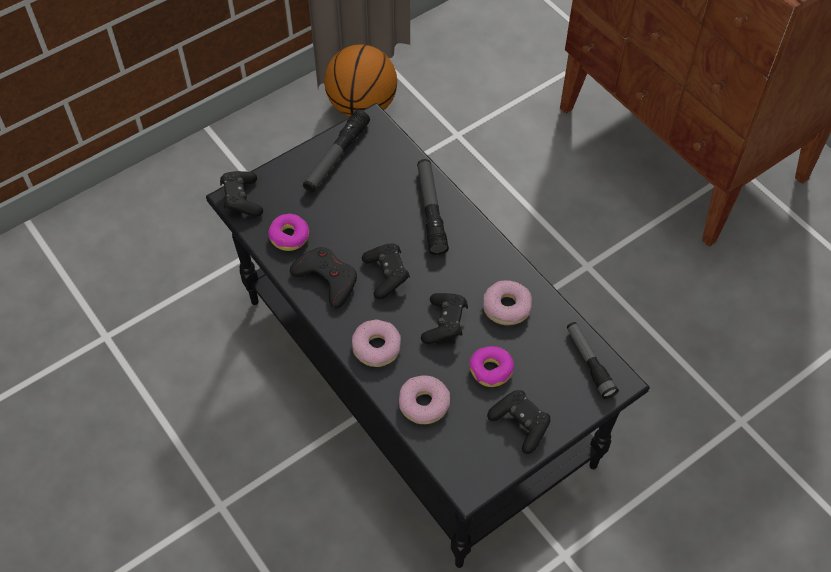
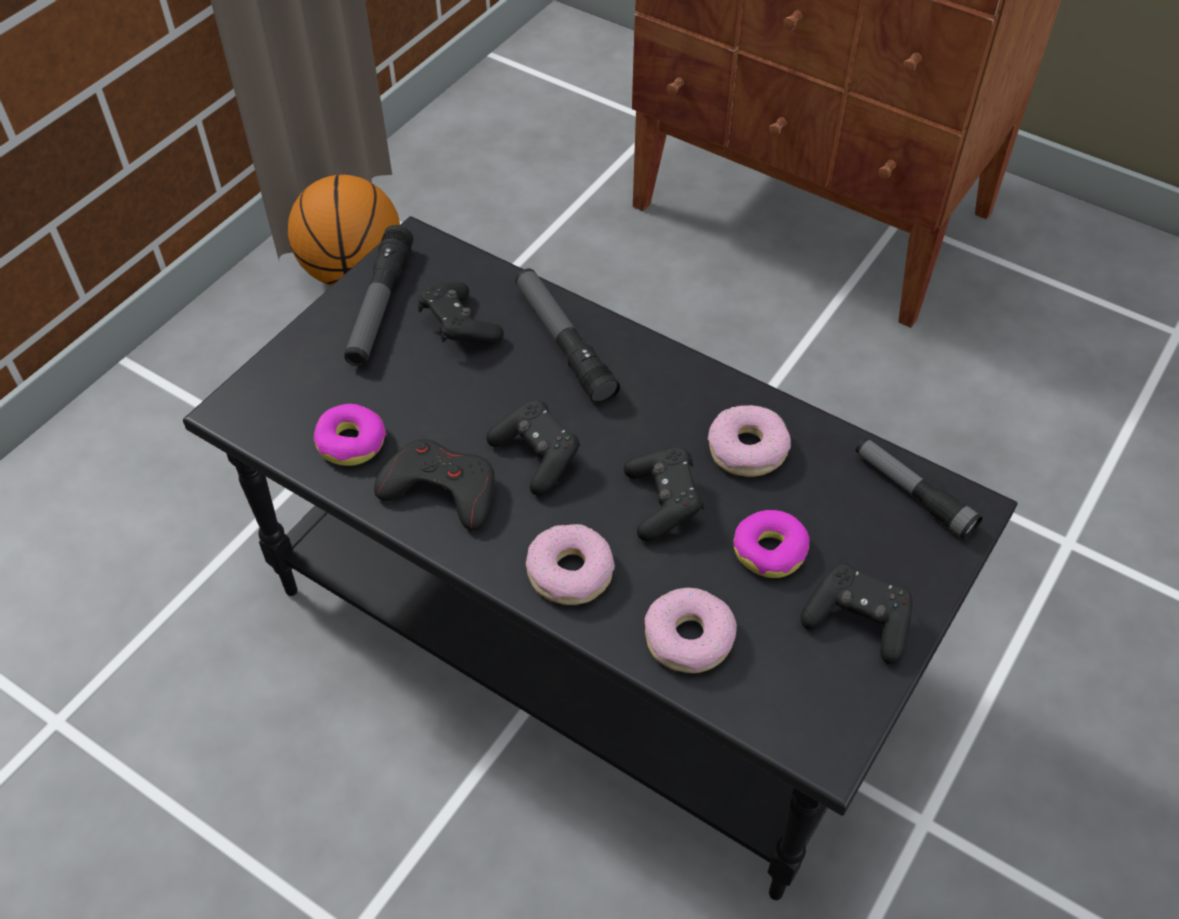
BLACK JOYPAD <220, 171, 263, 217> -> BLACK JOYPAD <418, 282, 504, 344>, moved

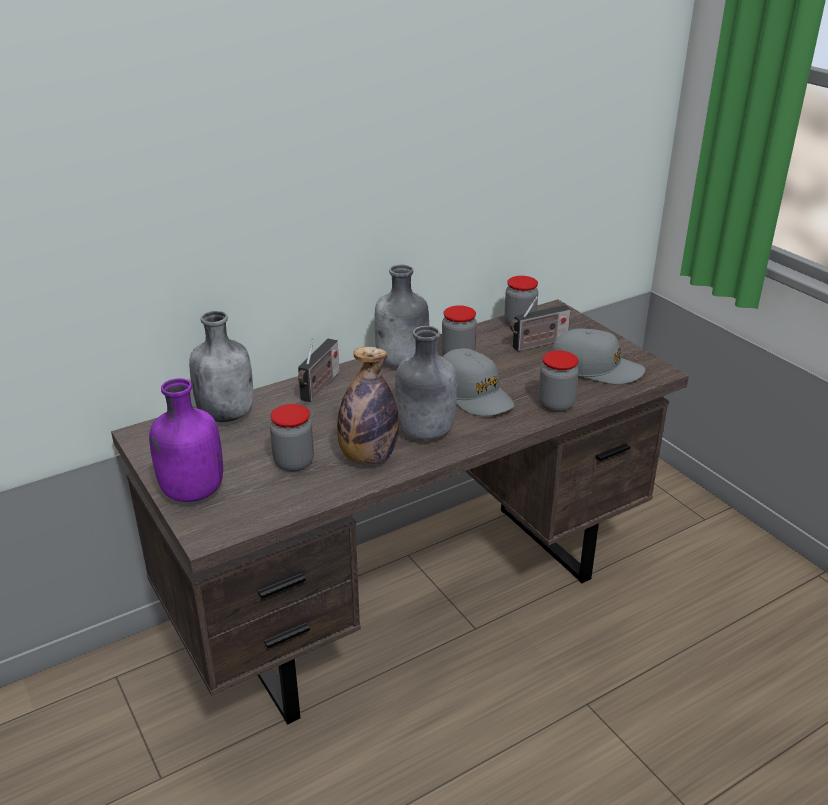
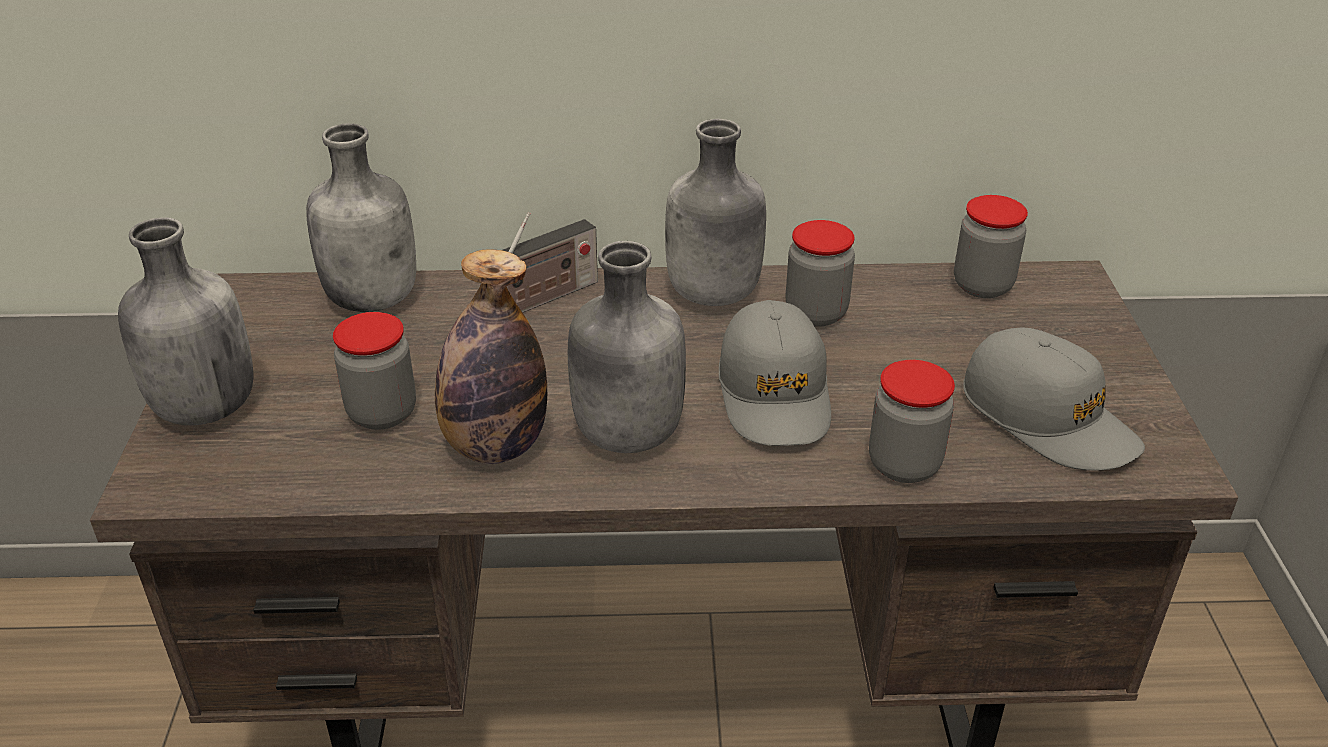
RADIO SET <510, 296, 571, 351> -> none
PURPLE BEVERAGE BOTTLE <149, 378, 223, 502> -> GREYISH BEVERAGE BOTTLE <118, 217, 253, 425>

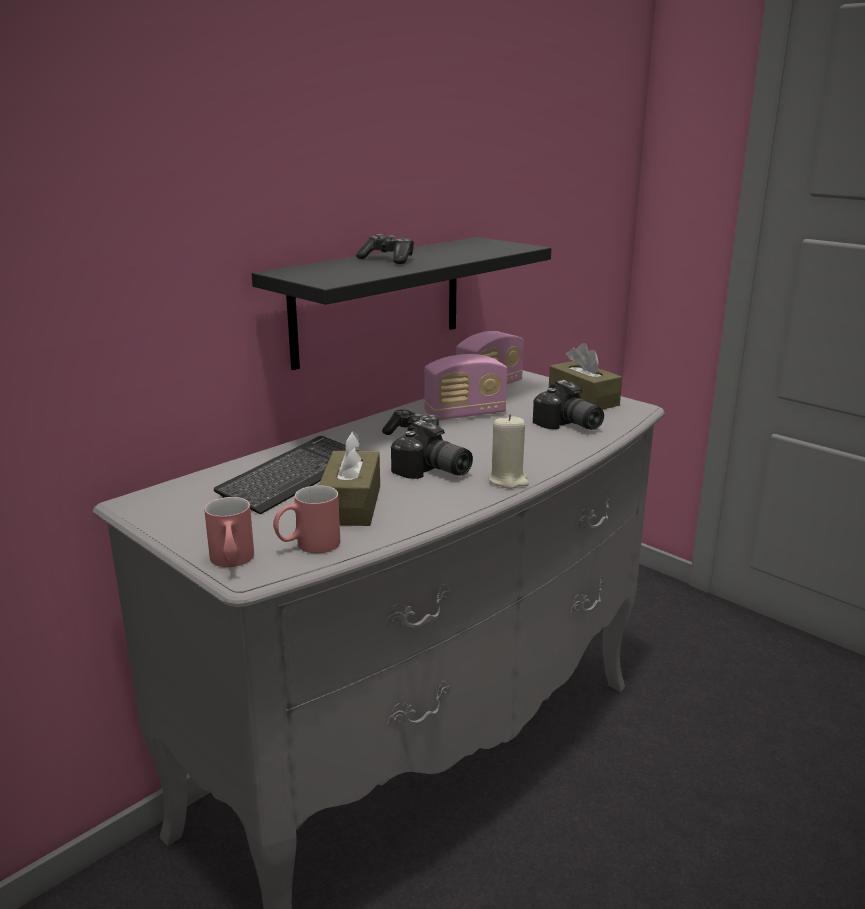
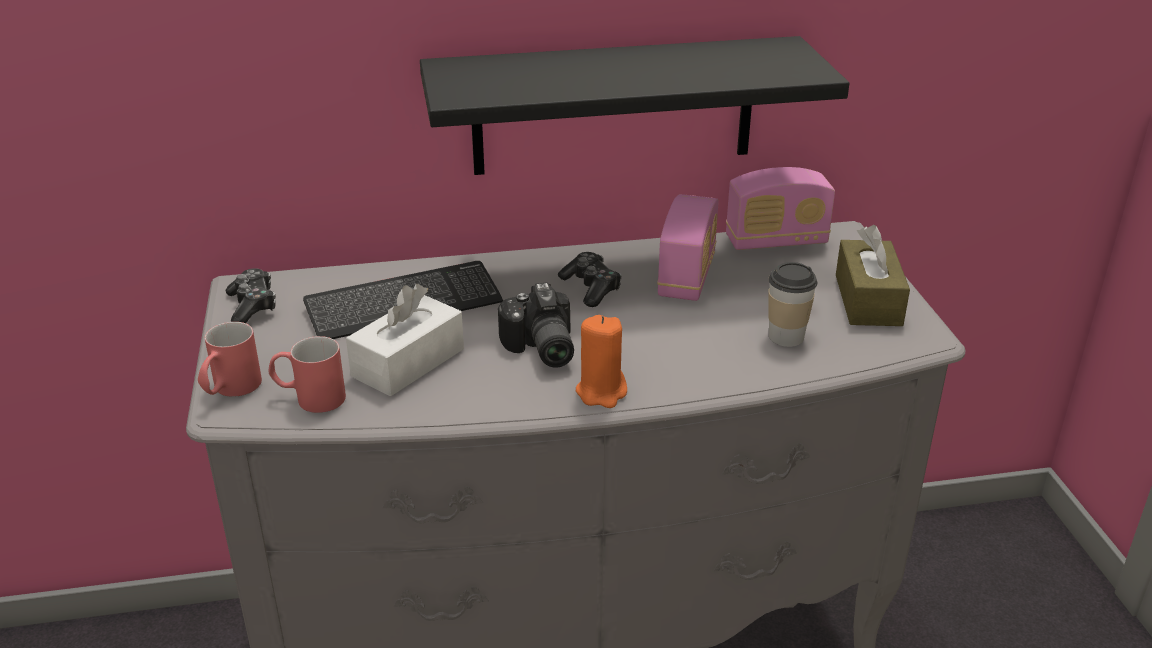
JOYPAD <356, 234, 414, 264> -> JOYPAD <226, 268, 276, 323>, moved
STILL CAMERA <533, 380, 604, 430> -> DRINKING CUP <768, 262, 817, 347>
BROWN TISSUE BOX <319, 431, 380, 526> -> WHITISH TISSUE BOX <346, 284, 464, 397>
BEIGE-COLOURED WAX LIGHT <488, 414, 529, 489> -> ORANGE-COLOURED WAX LIGHT <576, 315, 627, 408>
RADIO SET <424, 354, 507, 420> -> RADIO SET <657, 194, 719, 301>, 90 degrees counterclockwise

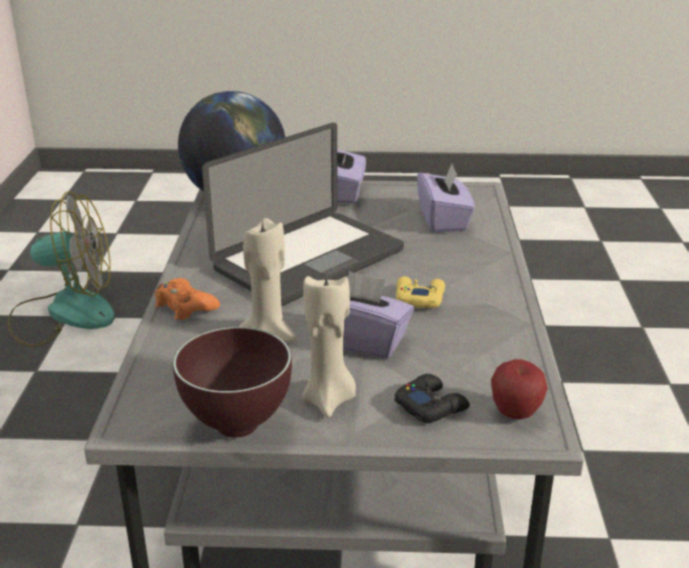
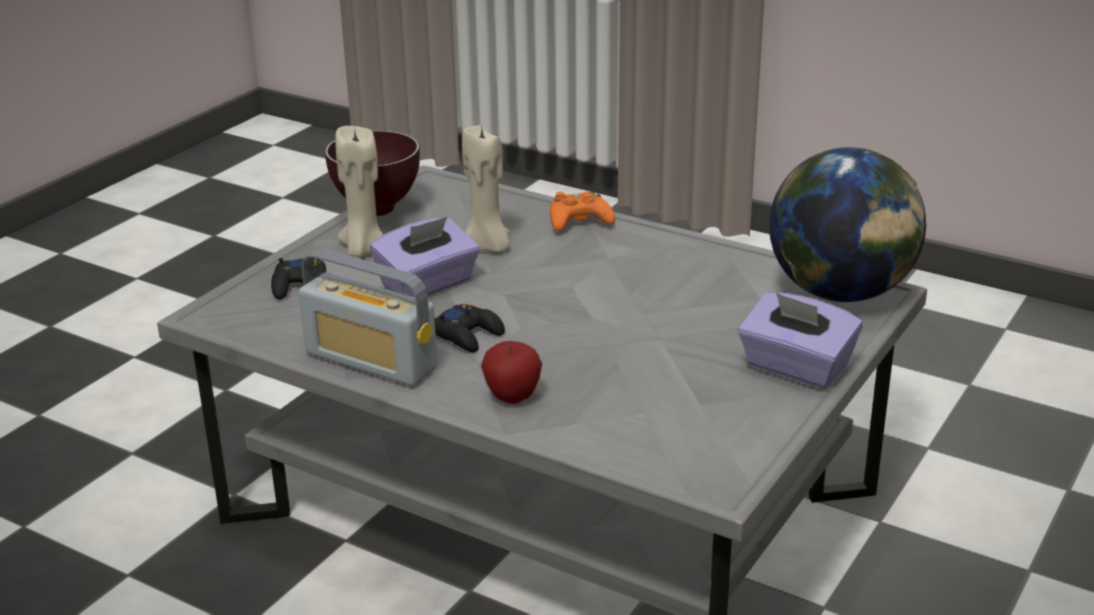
FAN <8, 191, 115, 347> -> none
PORTABLE COMPUTER <202, 122, 404, 306> -> none
PURPLE TISSUE BOX <417, 164, 475, 232> -> none
none -> RADIO SET <299, 249, 437, 386>
WHOLE APPLE <491, 359, 548, 420> -> WHOLE APPLE <481, 341, 542, 404>, moved
YELLOW JOYPAD <396, 276, 445, 308> -> BLACK JOYPAD <435, 304, 505, 352>

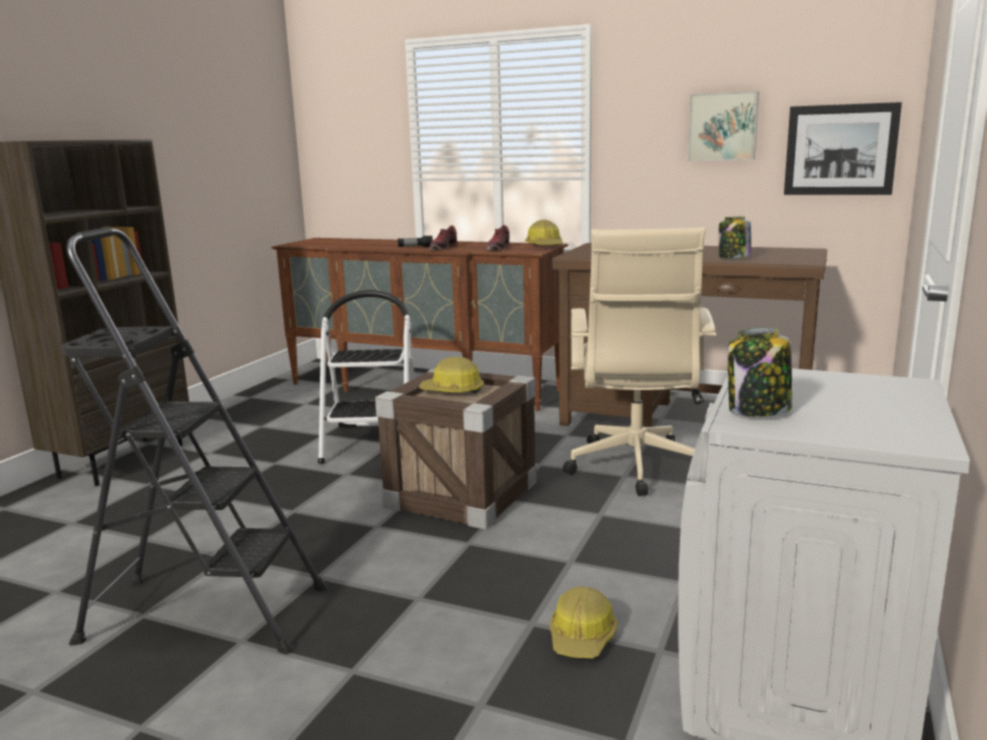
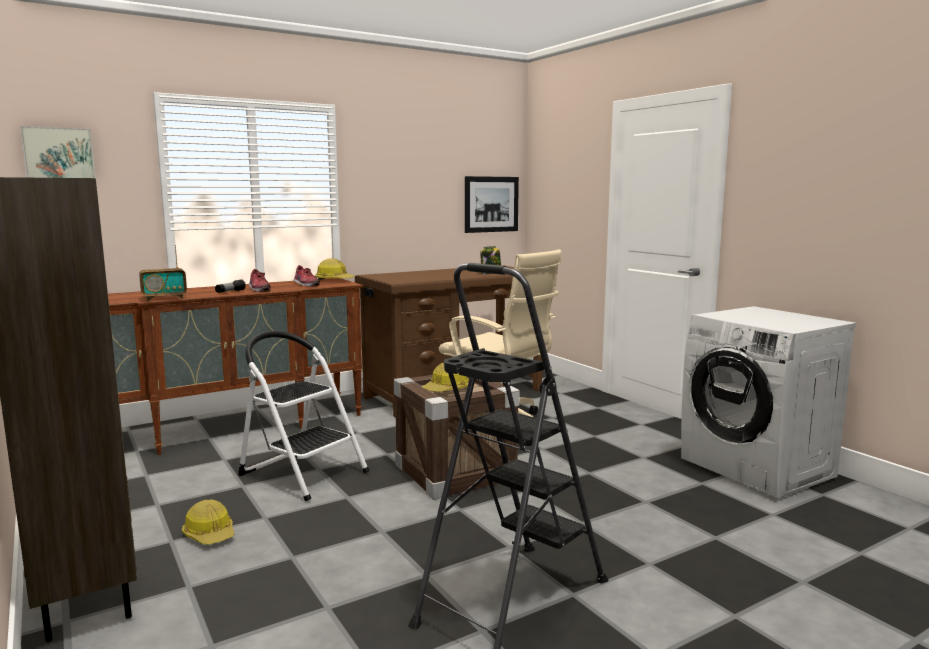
PRESERVE JAR <728, 327, 792, 417> -> none
none -> RADIO SET <139, 245, 187, 301>
HARD HAT <550, 586, 618, 658> -> HARD HAT <182, 499, 235, 545>, moved
WALL ART <688, 91, 759, 161> -> WALL ART <20, 126, 96, 179>, moved

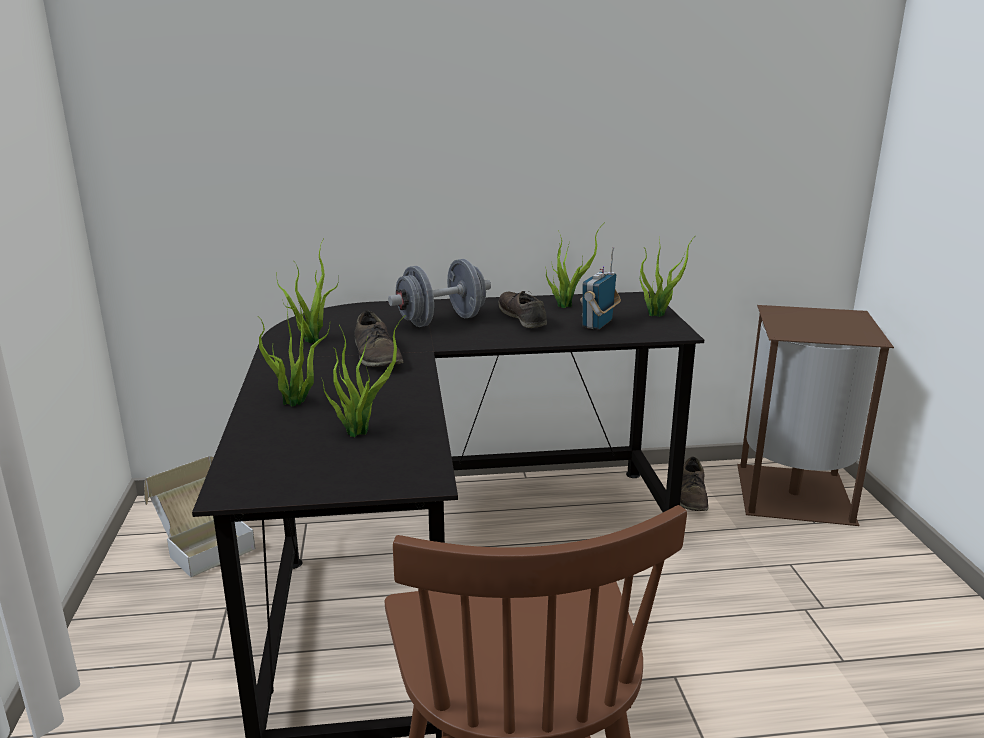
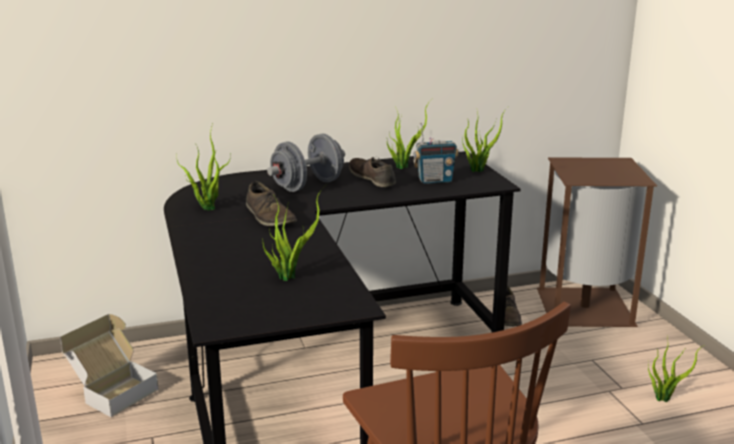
HOUSEPLANT <259, 305, 330, 407> -> HOUSEPLANT <648, 337, 701, 402>, moved
RADIO SET <580, 247, 621, 329> -> RADIO SET <413, 122, 459, 184>, 120 degrees counterclockwise

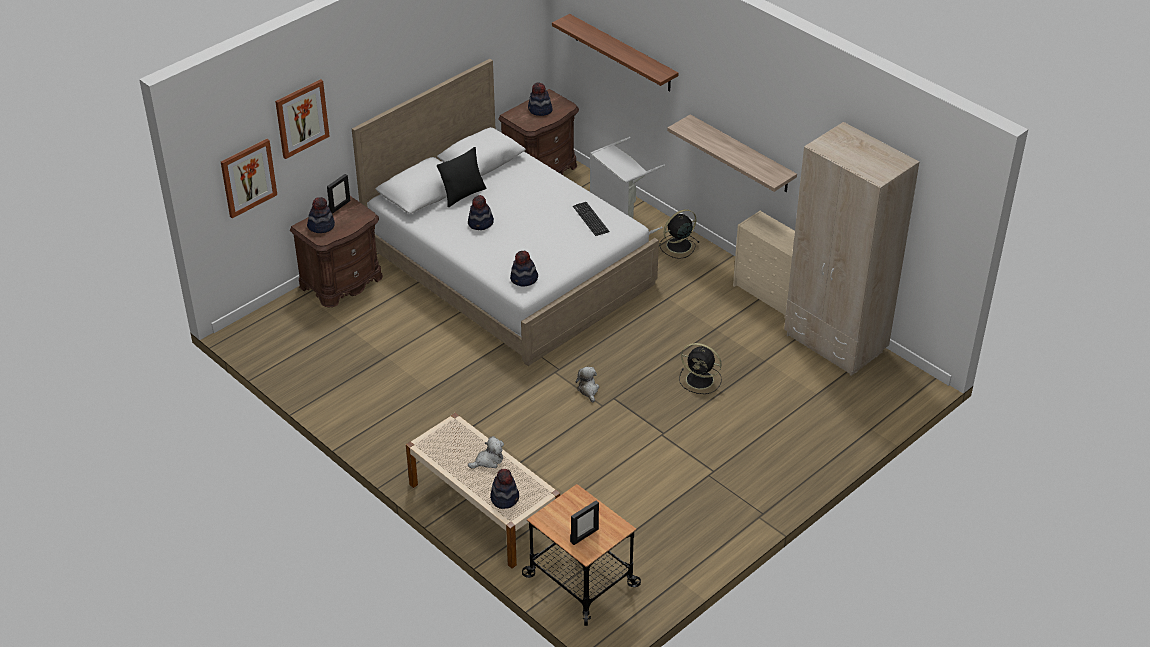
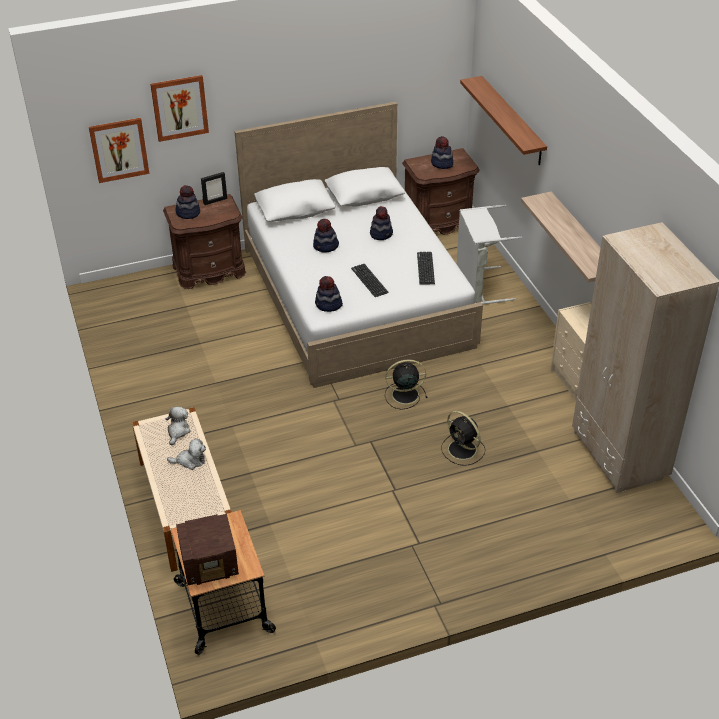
BLACK THROW PILLOW <437, 147, 486, 207> -> none
none -> COMPUTER KEYBOARD <351, 264, 389, 297>
WEARABLE HAT <490, 469, 519, 509> -> WEARABLE HAT <370, 206, 393, 240>, moved
SOFT TOY <575, 367, 599, 402> -> SOFT TOY <165, 407, 190, 445>, moved
BLACK FAN <660, 209, 700, 259> -> BLACK FAN <385, 359, 428, 409>, moved
PICTURE FRAME <570, 500, 599, 545> -> RADIO SET <176, 514, 239, 585>

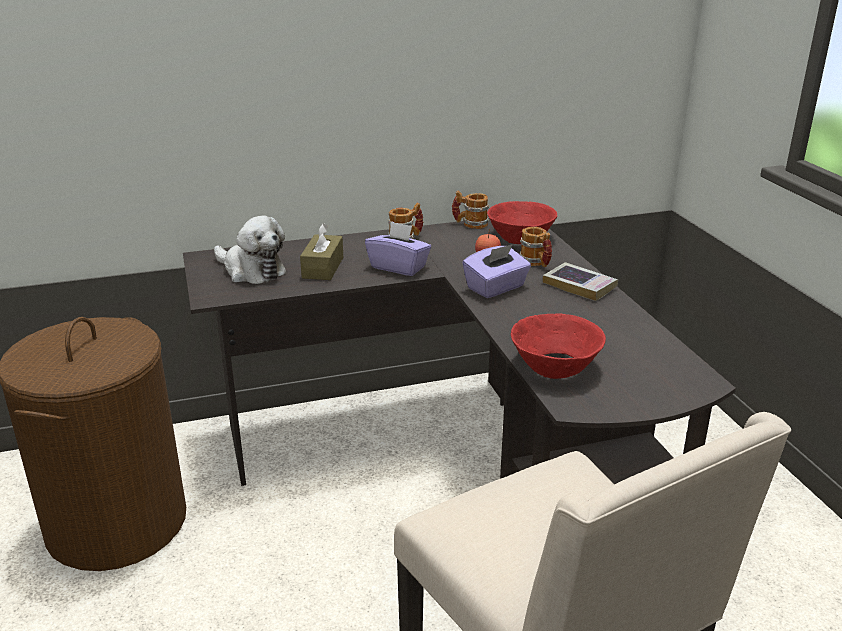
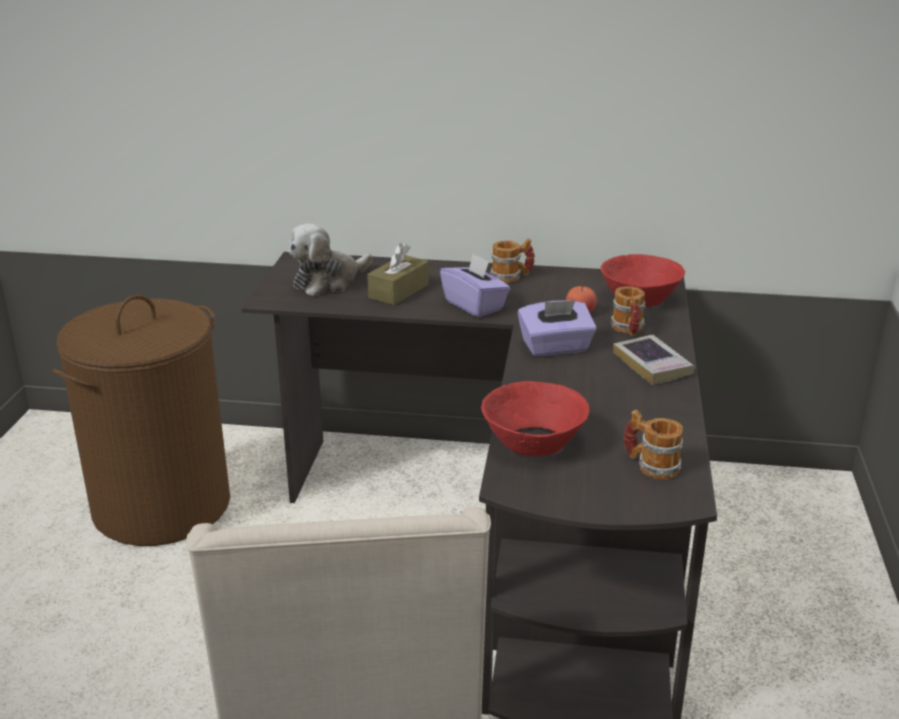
COFFEE MUG <452, 191, 489, 229> -> COFFEE MUG <624, 409, 683, 480>, moved
SOFT TOY <214, 215, 286, 284> -> SOFT TOY <289, 224, 372, 296>, 75 degrees clockwise

